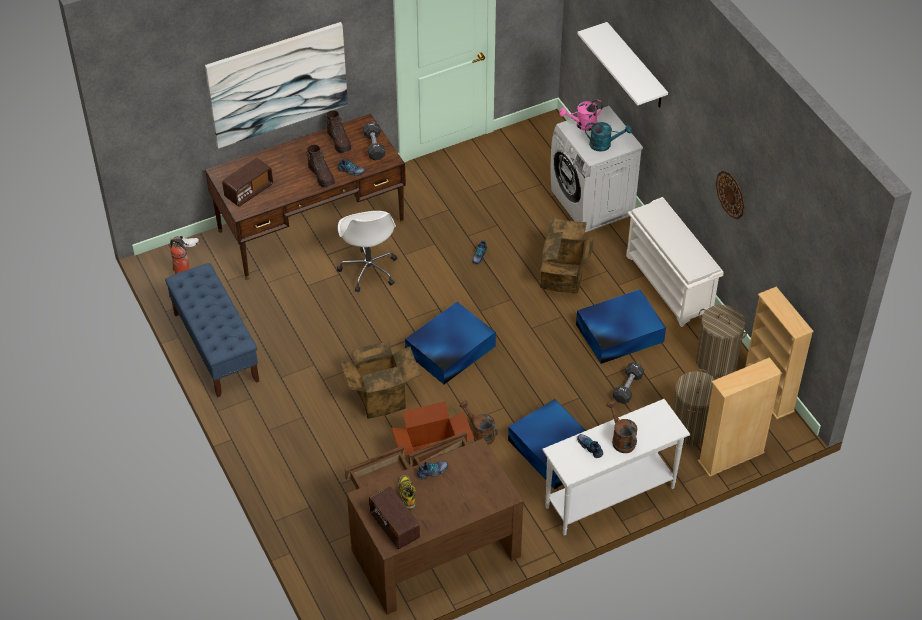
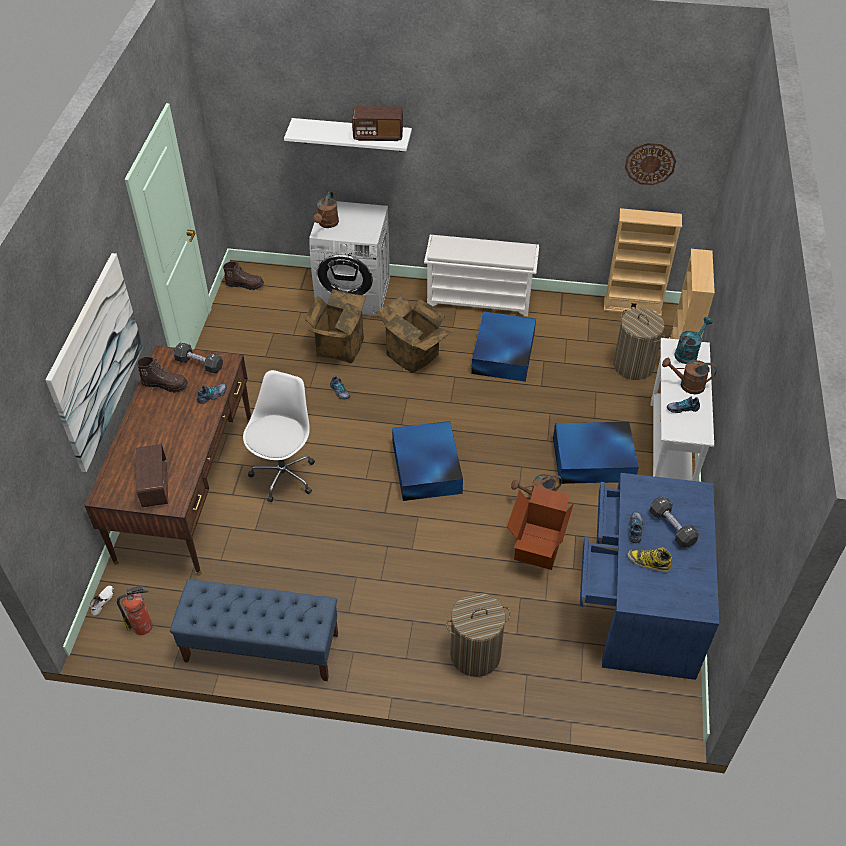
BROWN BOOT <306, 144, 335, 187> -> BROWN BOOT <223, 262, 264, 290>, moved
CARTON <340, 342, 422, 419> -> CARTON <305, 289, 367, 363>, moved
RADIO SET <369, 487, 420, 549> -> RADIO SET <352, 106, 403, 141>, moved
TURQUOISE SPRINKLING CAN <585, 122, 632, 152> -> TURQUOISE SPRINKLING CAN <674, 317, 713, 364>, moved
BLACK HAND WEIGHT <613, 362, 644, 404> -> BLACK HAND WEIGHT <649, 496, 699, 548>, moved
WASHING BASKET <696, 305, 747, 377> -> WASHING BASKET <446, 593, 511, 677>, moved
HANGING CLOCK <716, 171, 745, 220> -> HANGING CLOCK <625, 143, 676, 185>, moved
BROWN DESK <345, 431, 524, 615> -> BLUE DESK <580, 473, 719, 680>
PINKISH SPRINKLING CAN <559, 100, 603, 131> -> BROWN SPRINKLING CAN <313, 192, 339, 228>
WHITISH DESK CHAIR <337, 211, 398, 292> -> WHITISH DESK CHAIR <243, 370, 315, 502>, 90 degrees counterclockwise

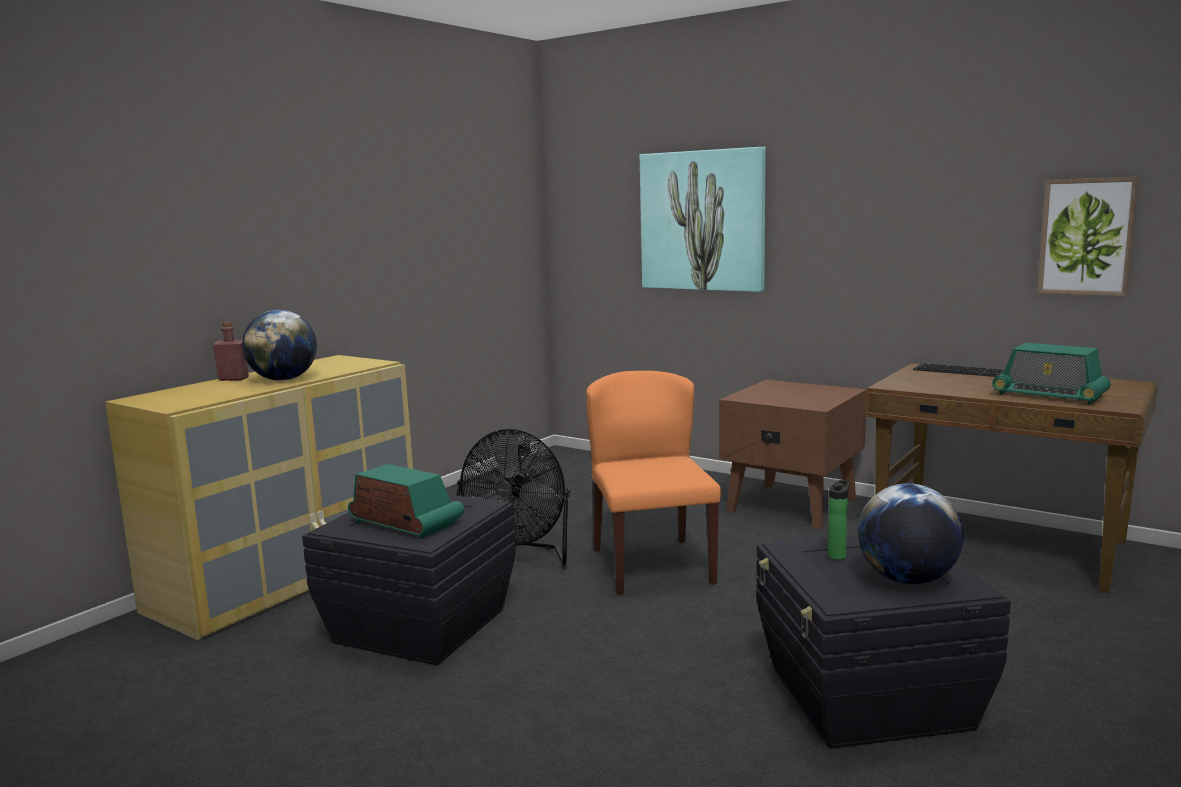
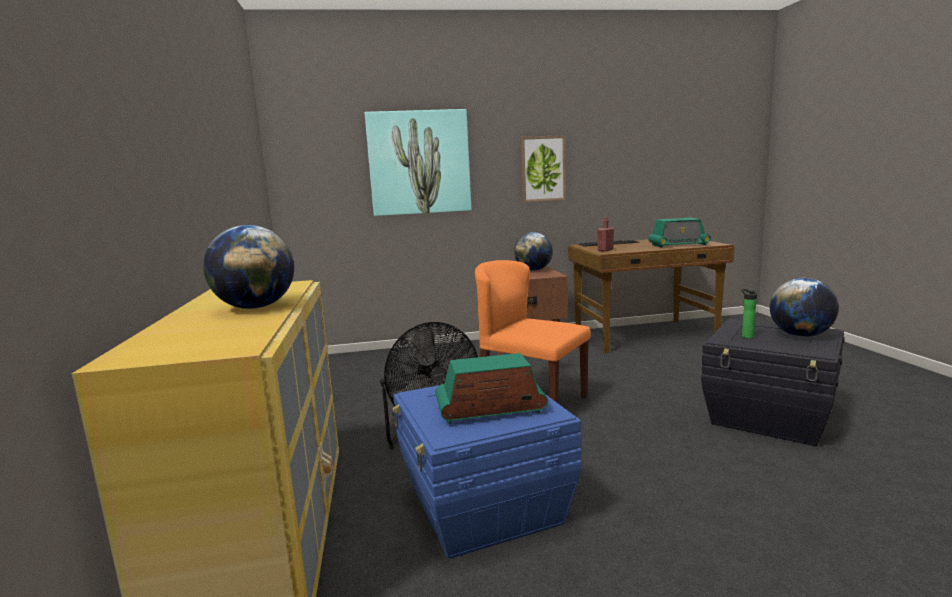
none -> GLOBE <514, 232, 553, 271>
RED BEVERAGE BOTTLE <213, 322, 249, 381> -> RED BEVERAGE BOTTLE <597, 217, 614, 251>, moved
WALL ART <1037, 177, 1139, 296> -> WALL ART <521, 135, 566, 202>, moved
BLACK STORAGE CONTAINER <302, 495, 516, 666> -> BLUE STORAGE CONTAINER <393, 385, 582, 559>

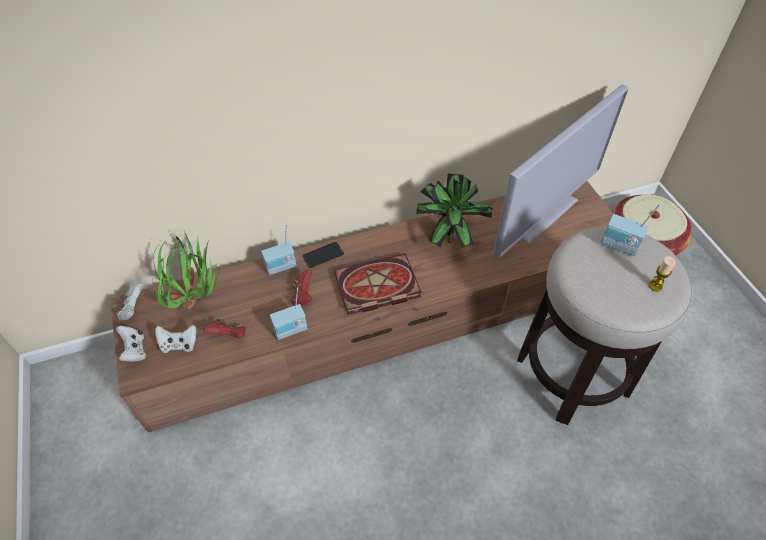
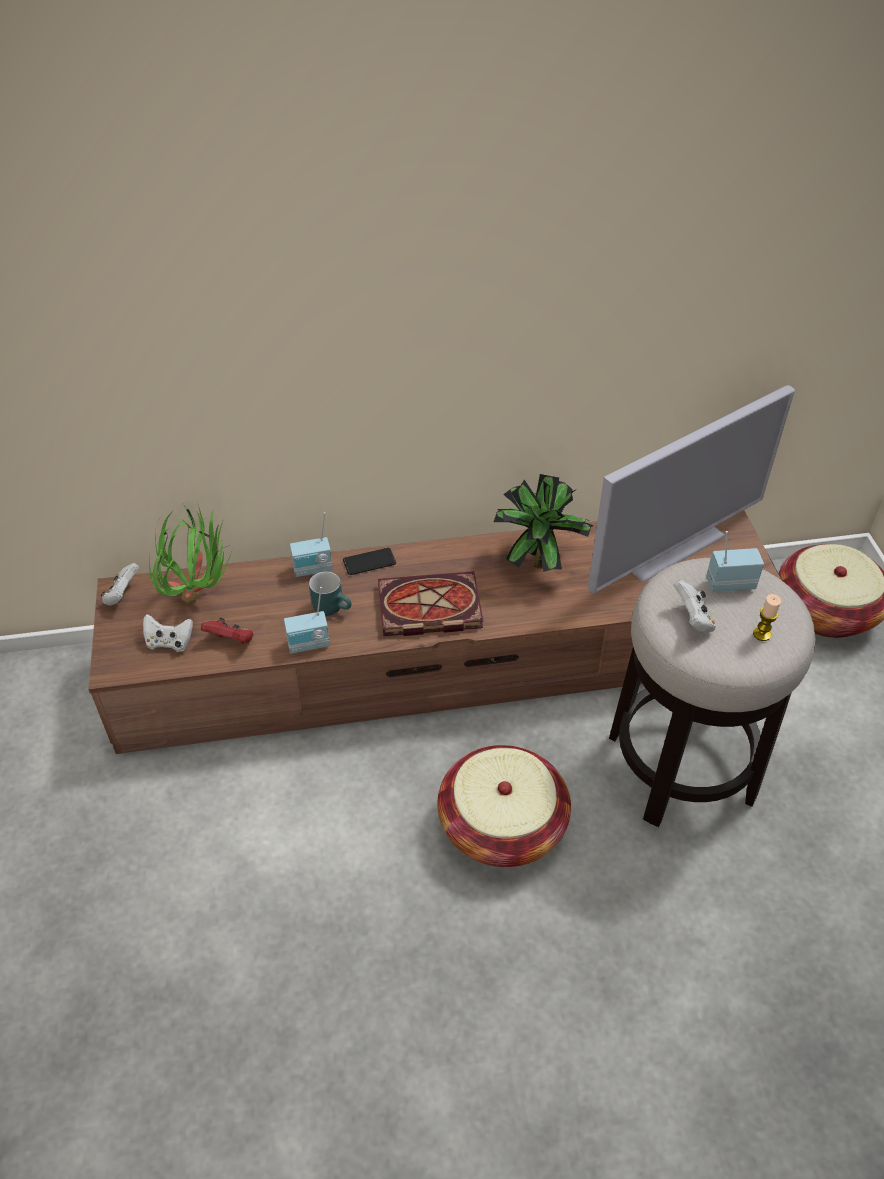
none -> STORAGE BASKET <438, 745, 571, 867>
WHITISH JOYPAD <116, 326, 146, 362> -> WHITISH JOYPAD <673, 580, 716, 633>, moved
RED JOYPAD <291, 269, 313, 306> -> TURQUOISE COFFEE MUG <309, 571, 352, 616>
RADIO SET <601, 204, 660, 256> -> RADIO SET <706, 531, 764, 592>, 135 degrees clockwise

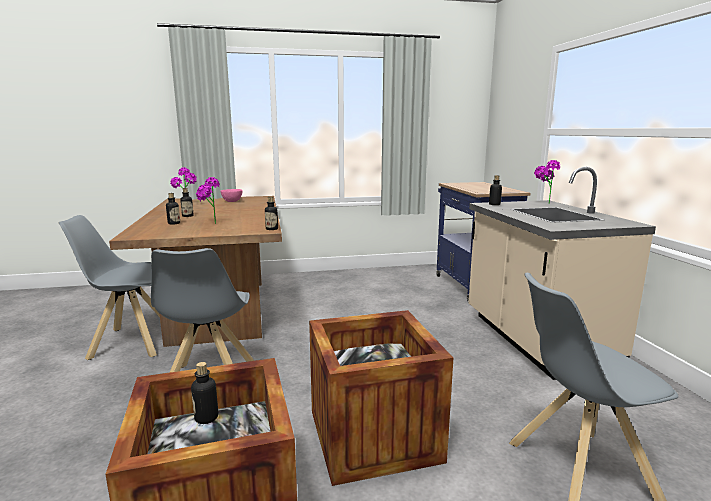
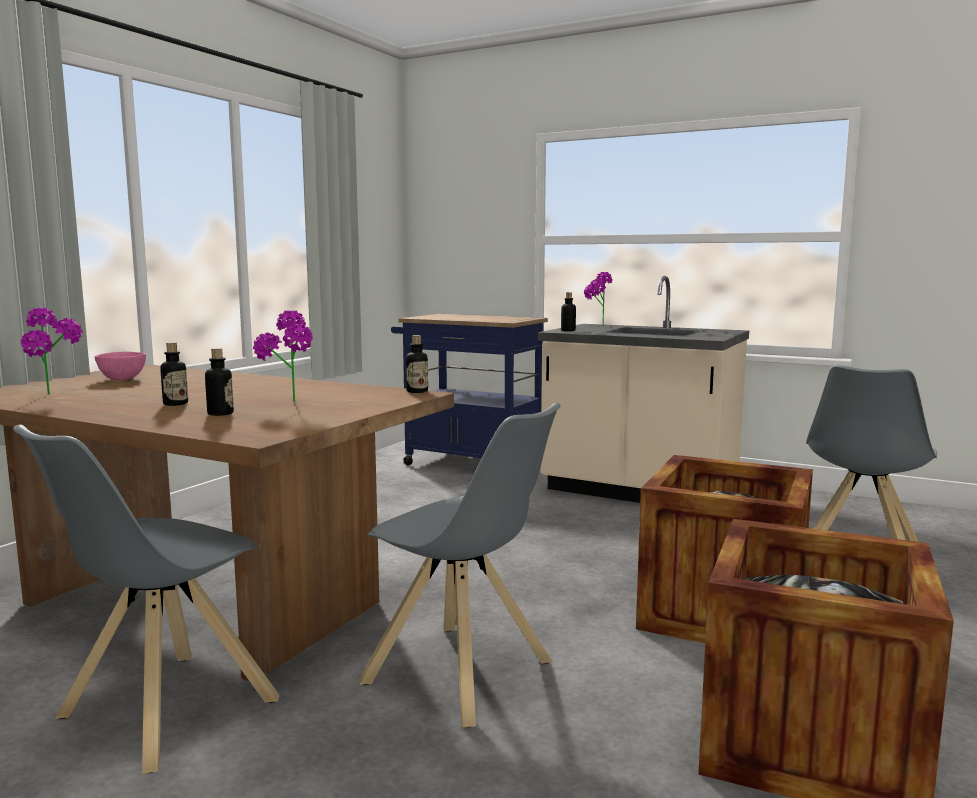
BEVERAGE BOTTLE <191, 362, 218, 424> -> none

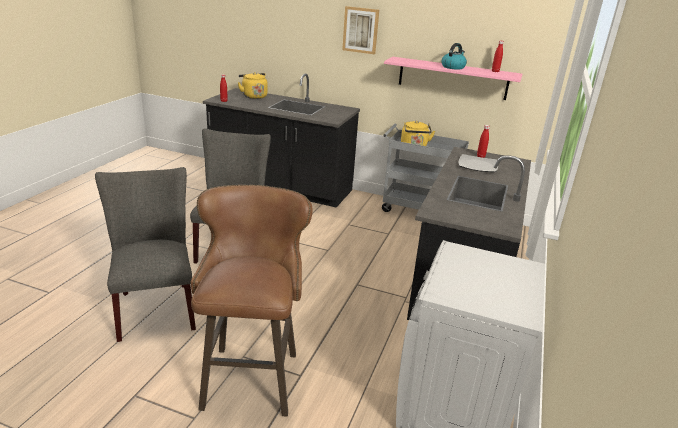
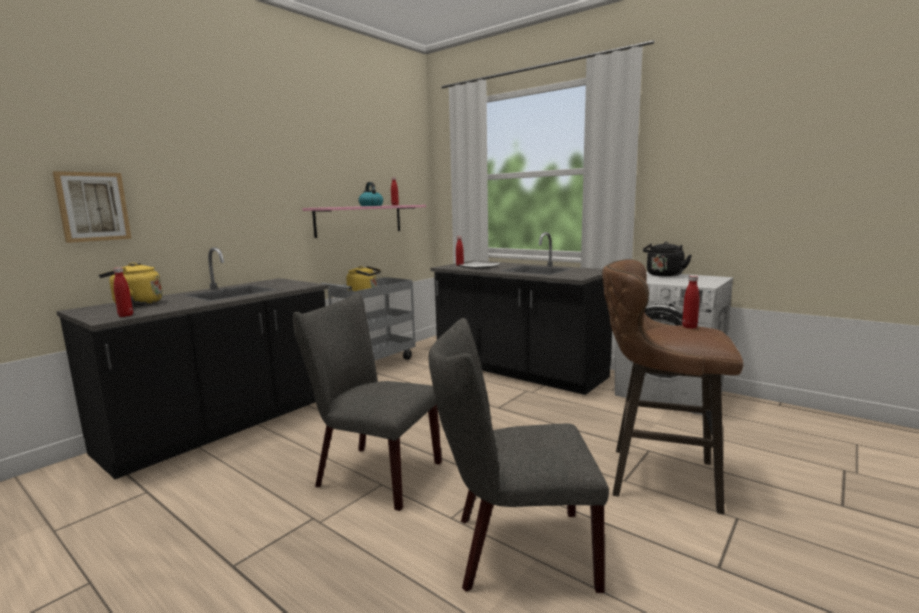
none -> BLACK WATER KETTLE <643, 242, 692, 277>
none -> RED BEVERAGE BOTTLE <682, 275, 700, 329>
WALL ART <342, 6, 379, 54> -> WALL ART <53, 171, 132, 243>, moved

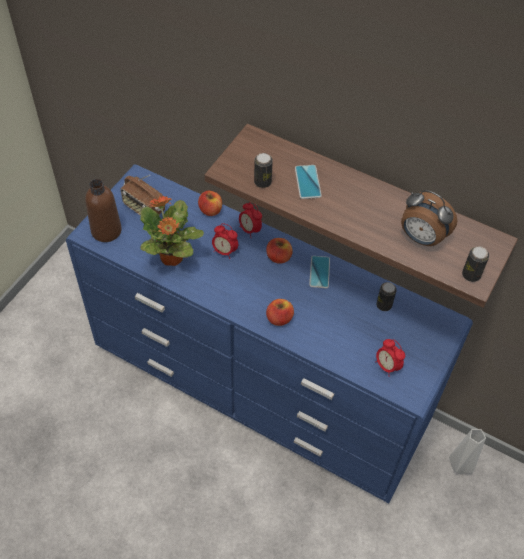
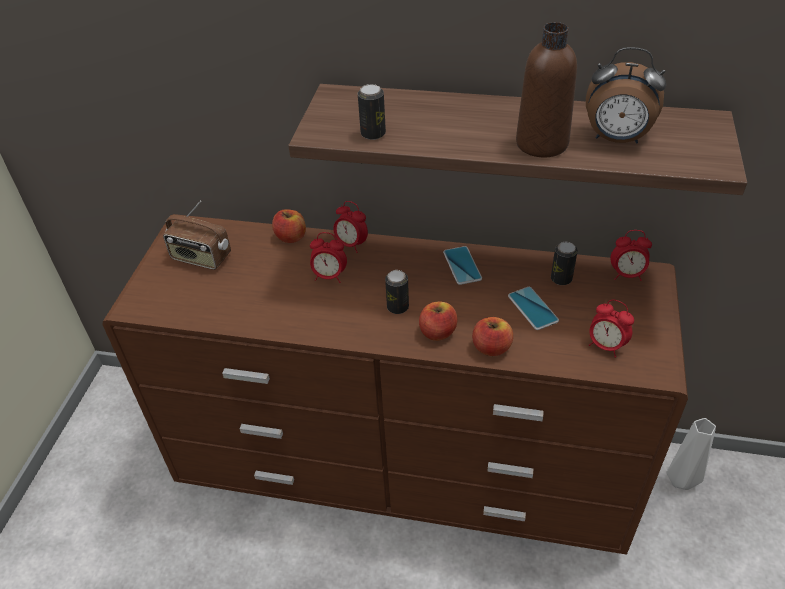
HOUSEPLANT <140, 196, 204, 266> -> none
none -> TABLE CLOCK <610, 230, 652, 281>
BROWN BEVERAGE BOTTLE <85, 179, 122, 242> -> BROWN BEVERAGE BOTTLE <516, 22, 577, 157>, moved
WHOLE APPLE <266, 238, 293, 264> -> WHOLE APPLE <472, 317, 513, 356>, moved
PHONE <295, 165, 322, 199> -> PHONE <508, 287, 559, 330>, moved
SEALED CAN <462, 246, 489, 282> -> SEALED CAN <385, 270, 409, 314>, moved
BLUE CHEST OF DRAWERS <66, 164, 473, 503> -> BROWN CHEST OF DRAWERS <102, 214, 688, 555>

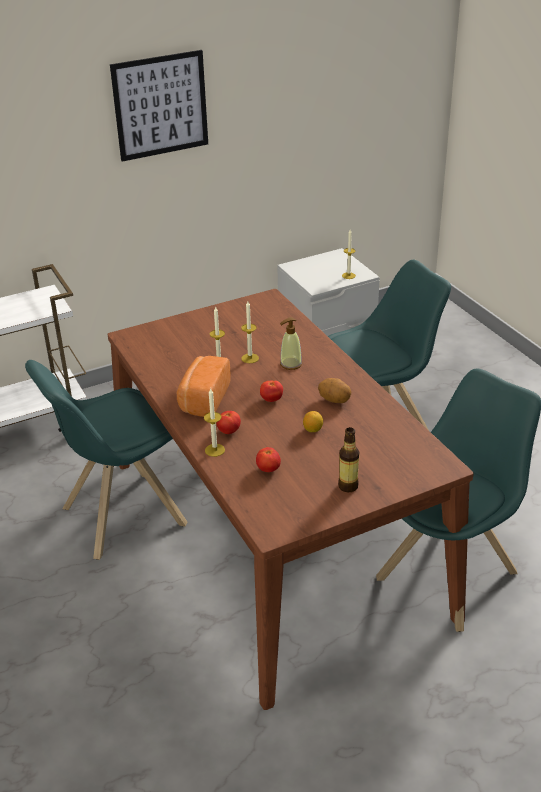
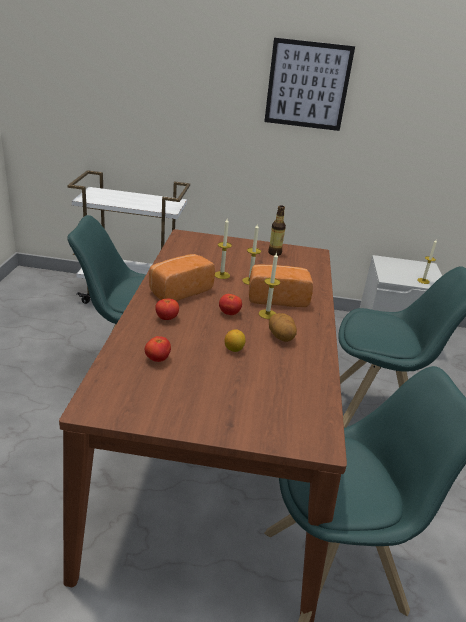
WAX LIGHT <204, 388, 225, 457> -> WAX LIGHT <258, 252, 280, 319>, moved
BEVERAGE BOTTLE <338, 427, 359, 492> -> BEVERAGE BOTTLE <268, 205, 286, 256>, moved
SOAP BOTTLE <280, 317, 302, 370> -> BAKERY BREAD <249, 264, 313, 307>

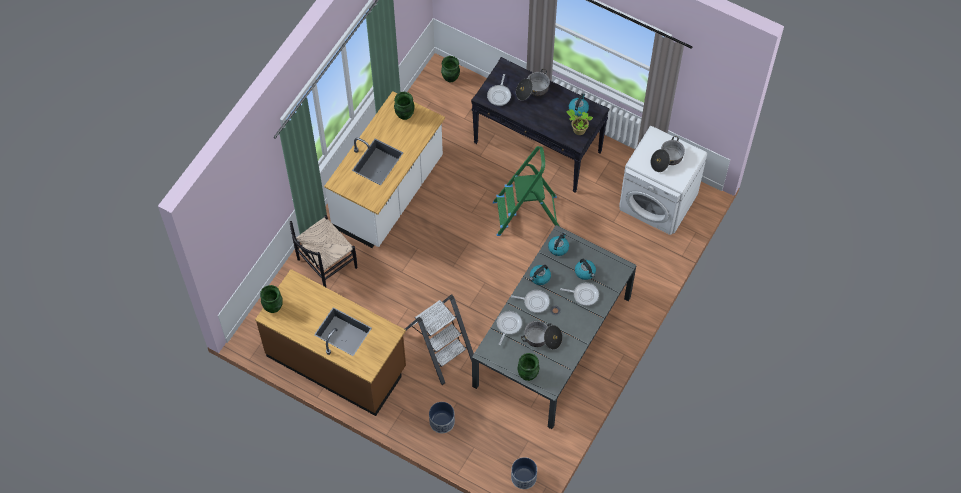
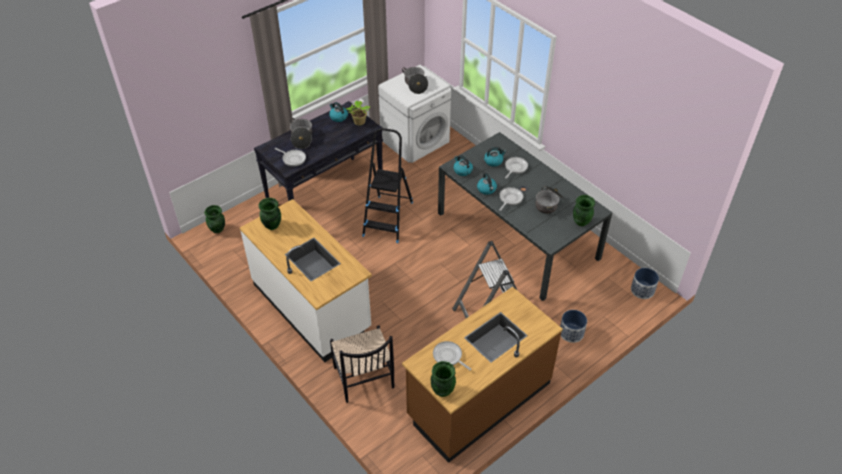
SKILLET <497, 311, 522, 345> -> SKILLET <433, 341, 471, 370>, moved
GREENISH STEP STOOL <493, 146, 560, 236> -> BLACK STEP STOOL <362, 128, 413, 243>

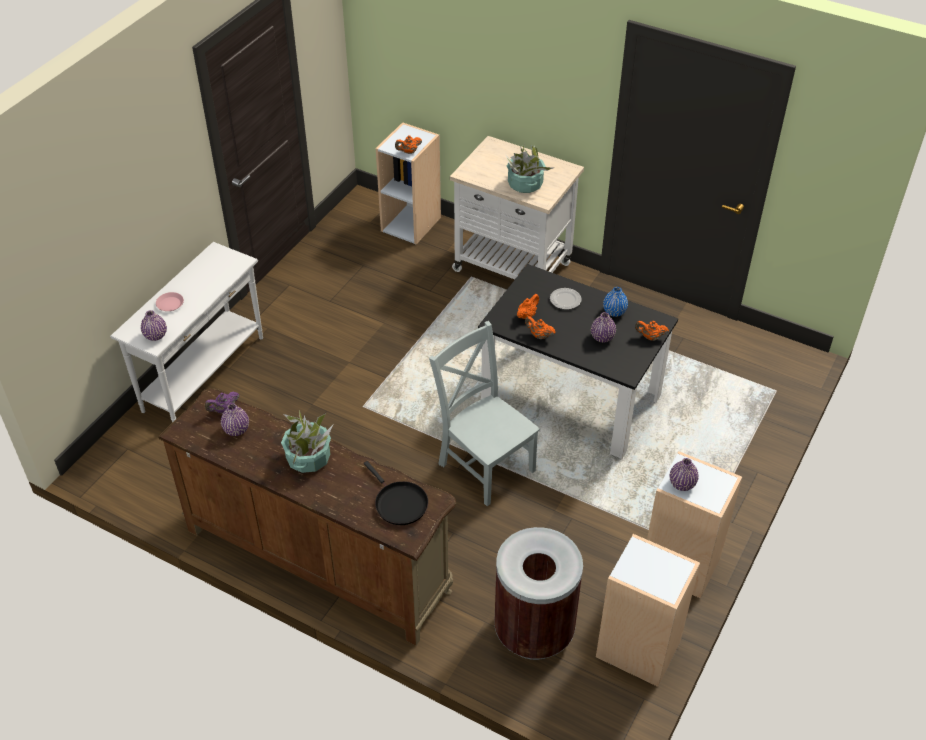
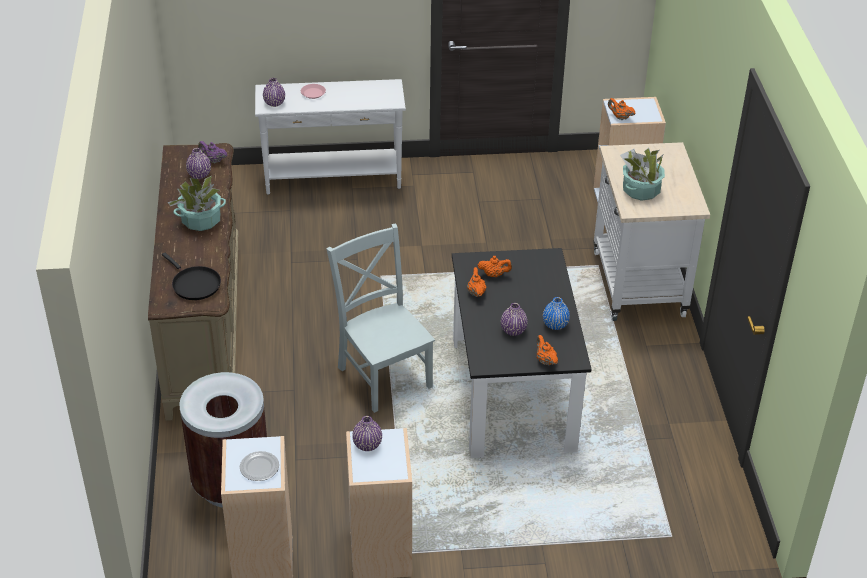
PLATE <550, 288, 582, 310> -> PLATE <240, 451, 279, 481>, moved
BLACK SKILLET <364, 461, 428, 525> -> BLACK SKILLET <162, 253, 221, 300>, 60 degrees counterclockwise
GREYISH CHAIR <429, 321, 540, 506> -> GREYISH CHAIR <326, 223, 435, 413>, 45 degrees counterclockwise

